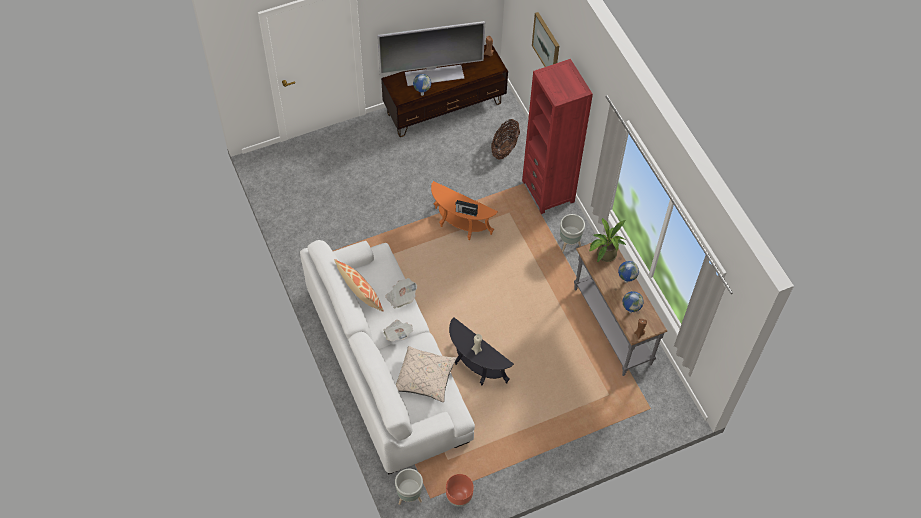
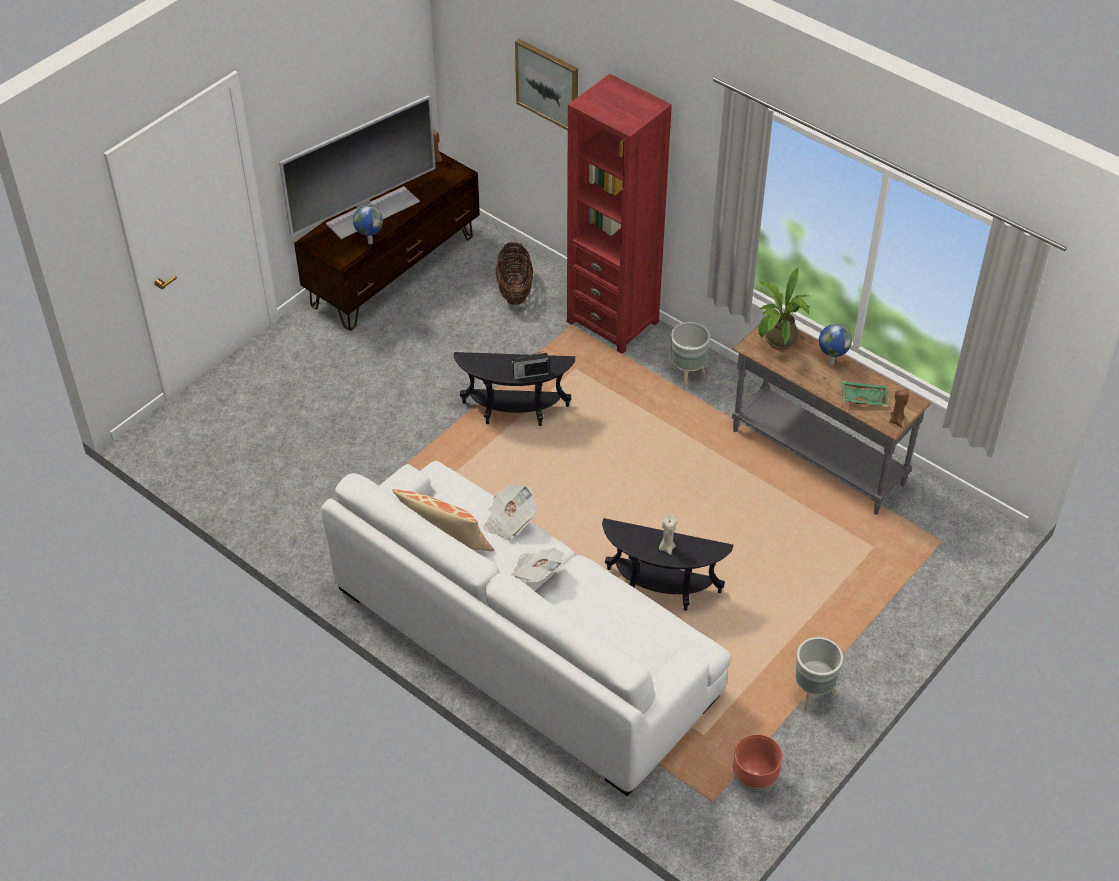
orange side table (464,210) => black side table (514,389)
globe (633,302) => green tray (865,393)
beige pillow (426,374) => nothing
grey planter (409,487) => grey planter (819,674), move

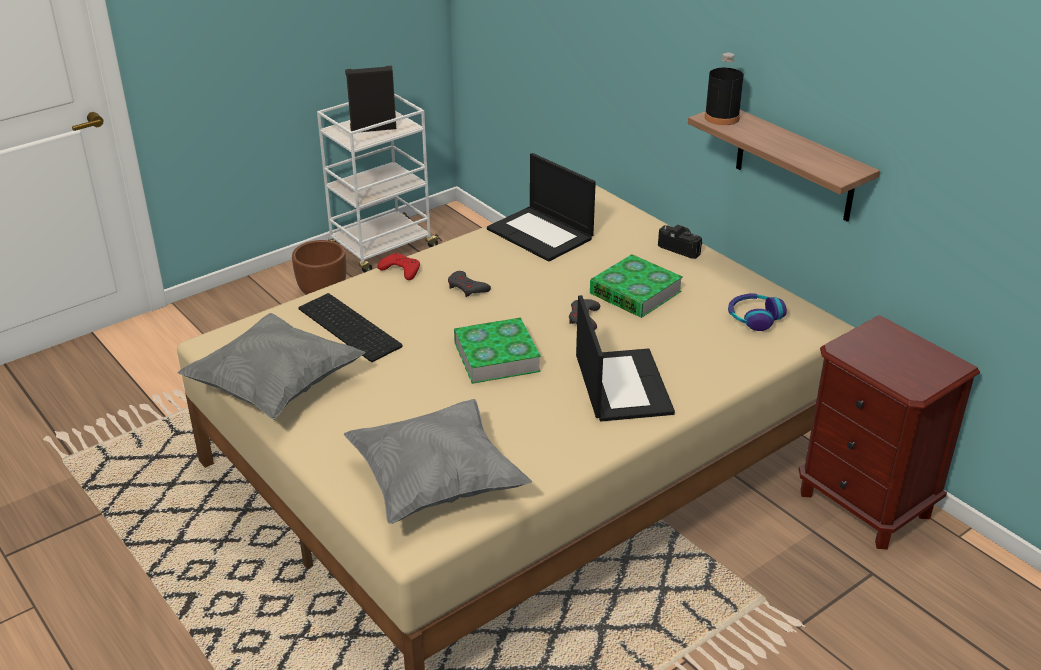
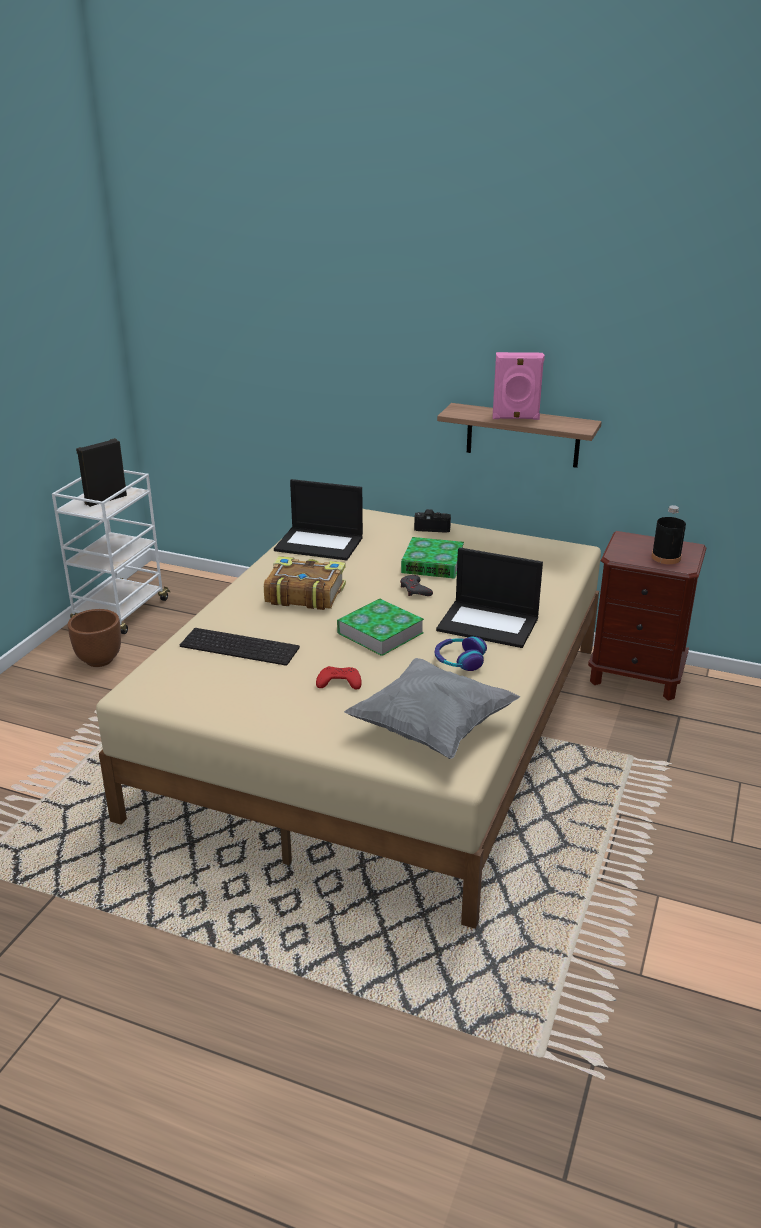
black bottle (724,88) => black bottle (668,534), move
red game controller (398,266) => red game controller (339,677), move
grey game controller (469,284) => book (305,583)
headphones (757,312) => headphones (461,653), move
laptop (625,358) => laptop (489,598), 150 degrees clockwise
grey pillow (271,366) => nothing
nothing => pink speaker (518,386)

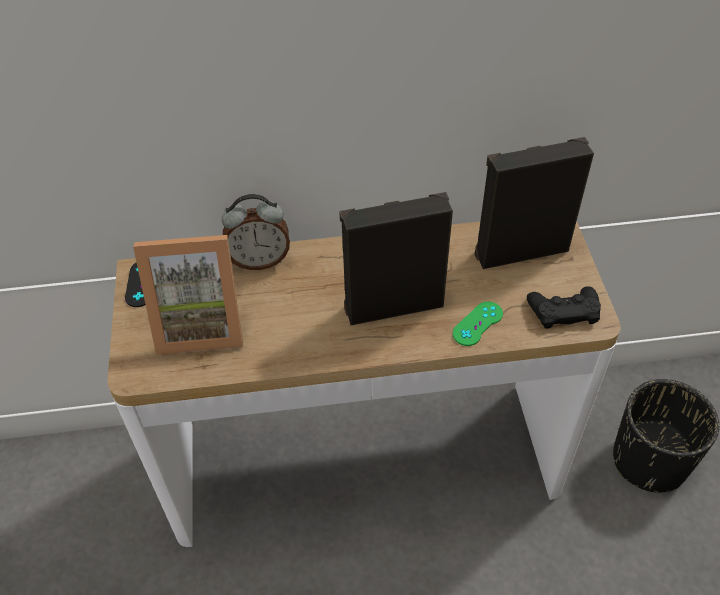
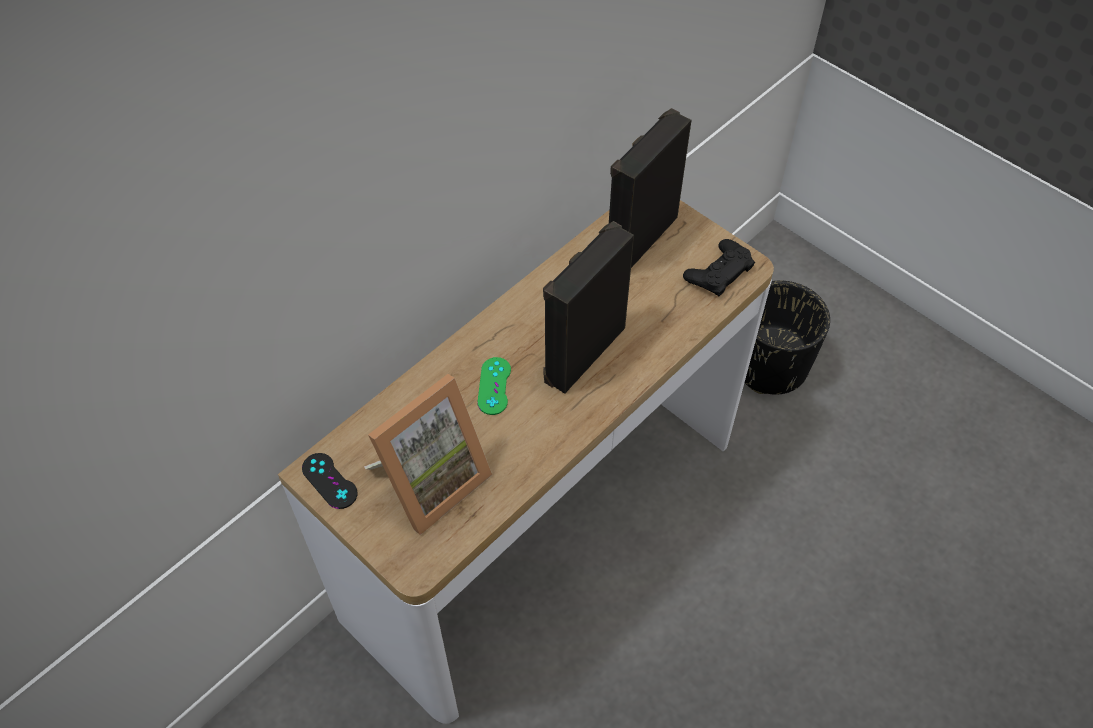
alarm clock (255,232) => nothing
green game controller (477,323) => green game controller (494,386), move

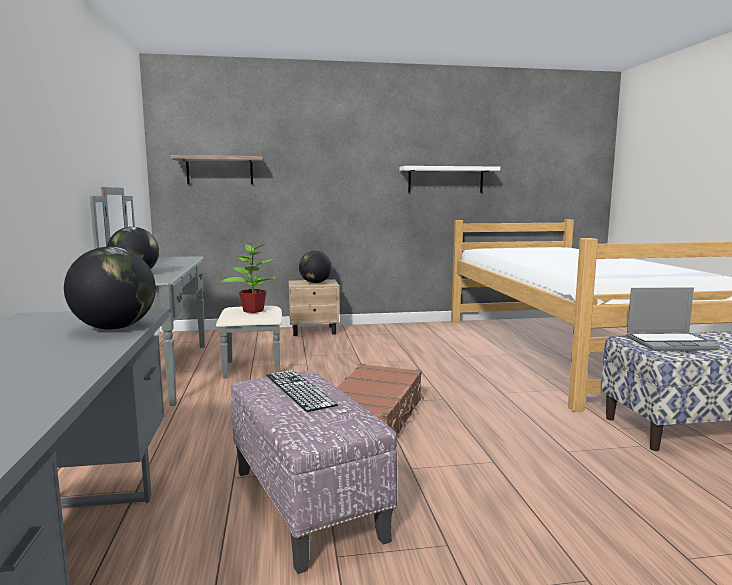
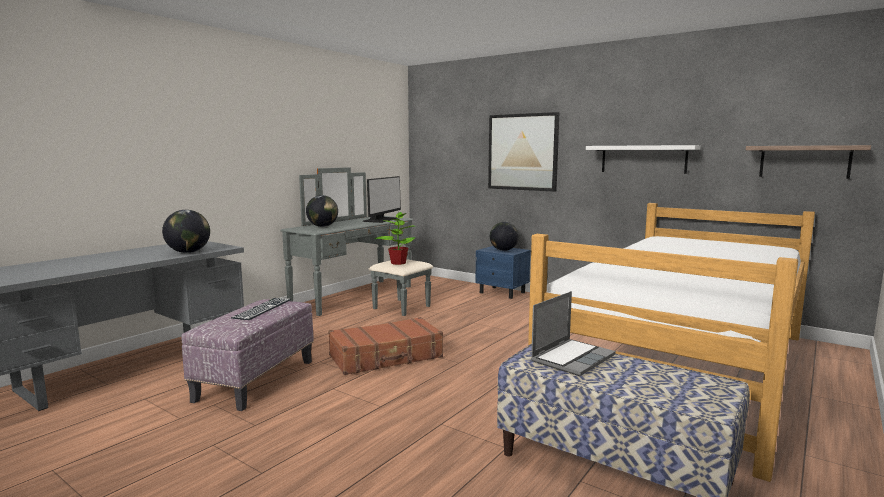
shelf (216,170) => shelf (808,162), move
beige nightstand (314,307) => blue nightstand (502,272)
laptop (673,319) => laptop (573,333), 90 degrees counterclockwise
nothing => picture (524,152)
nothing => monitor (382,199)

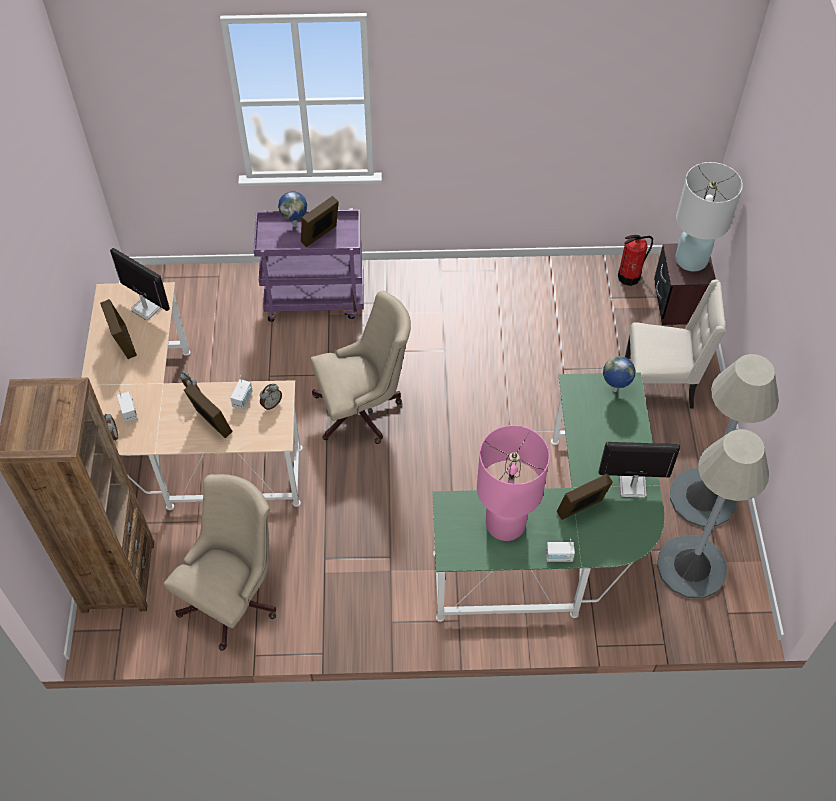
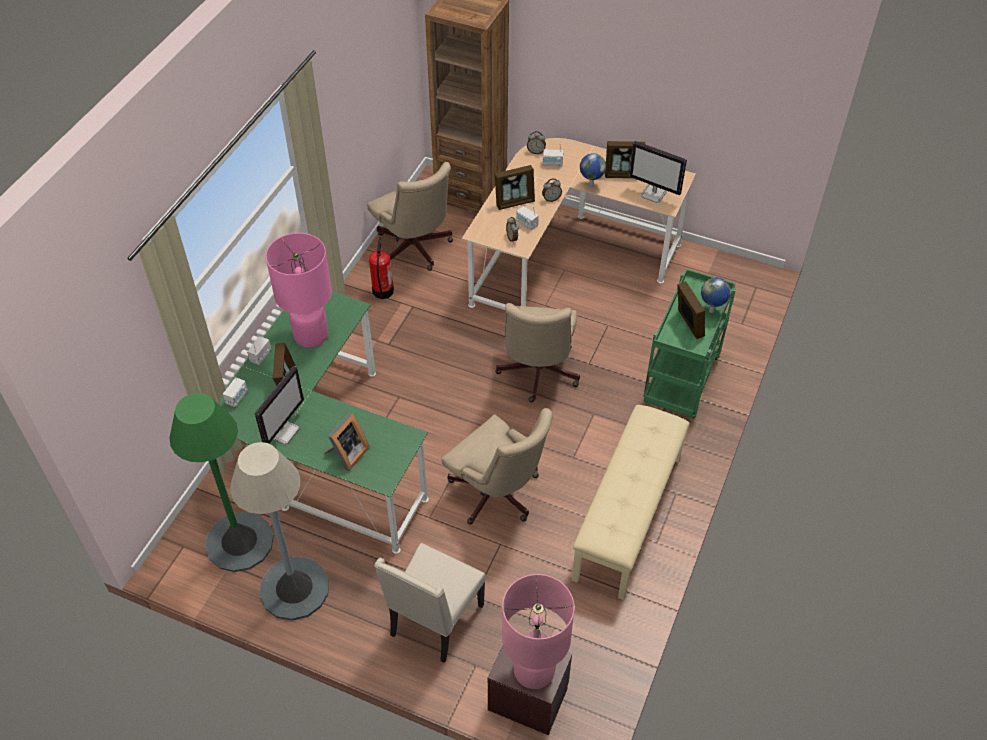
white table lamp (709,216) => pink table lamp (538,631)
purple cart (308,265) => green cart (689,344)
fire extinguisher (635,260) => fire extinguisher (381,268), move
monitor (140,284) => monitor (658,172), 60 degrees clockwise
globe (619,374) => globe (593,170), move
grey floor lamp (713,514) => green floor lamp (222,482)
nothing => radio (235,390)
nothing => beige bench (631,502)
nothing => beige office chair (497,466)
nothing => picture frame (346,442)

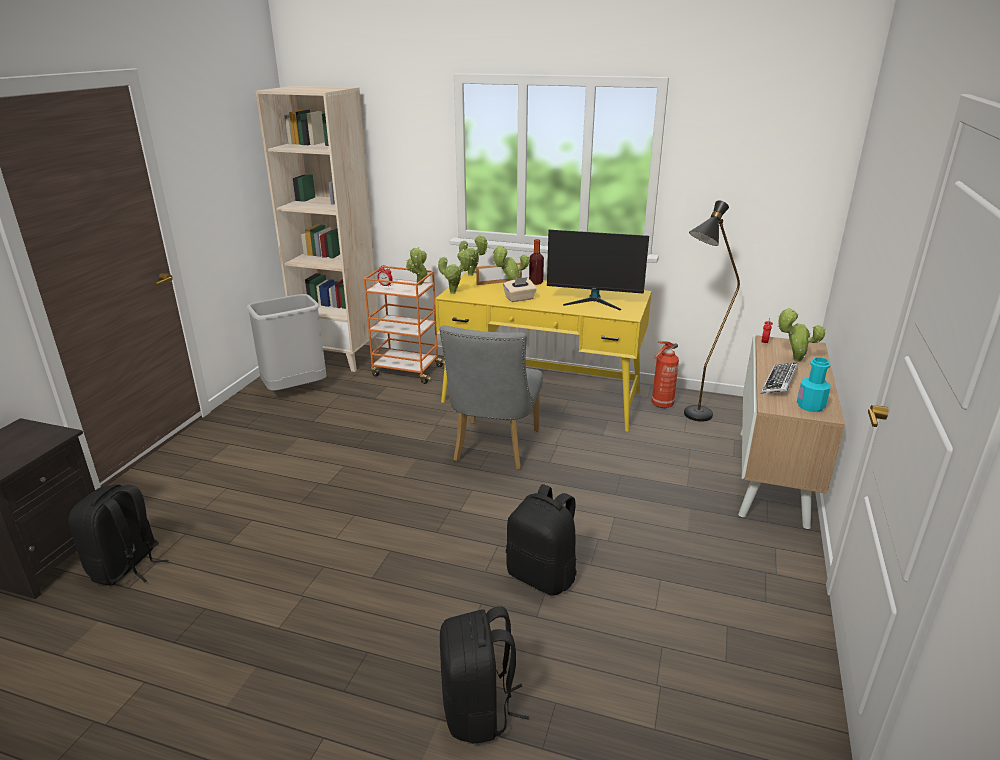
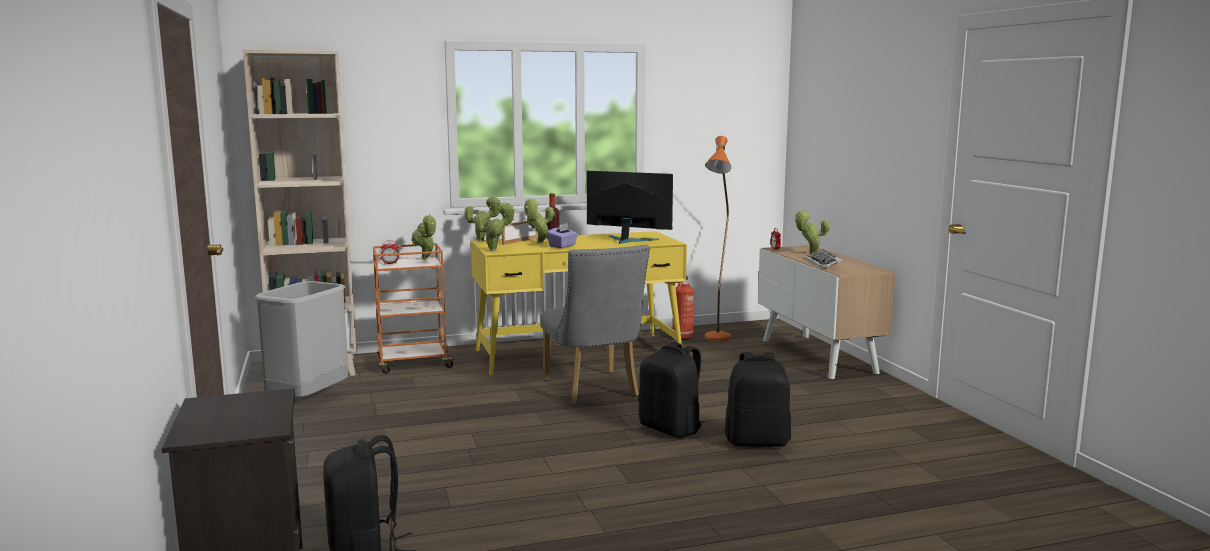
black floor lamp (712,311) => orange floor lamp (718,238)
monitor (598,270) => monitor (630,207), 135 degrees counterclockwise
beige tissue box (520,289) => purple tissue box (562,235)
turquoise bottle (814,384) => nothing
black backpack (484,675) => black backpack (671,390), move

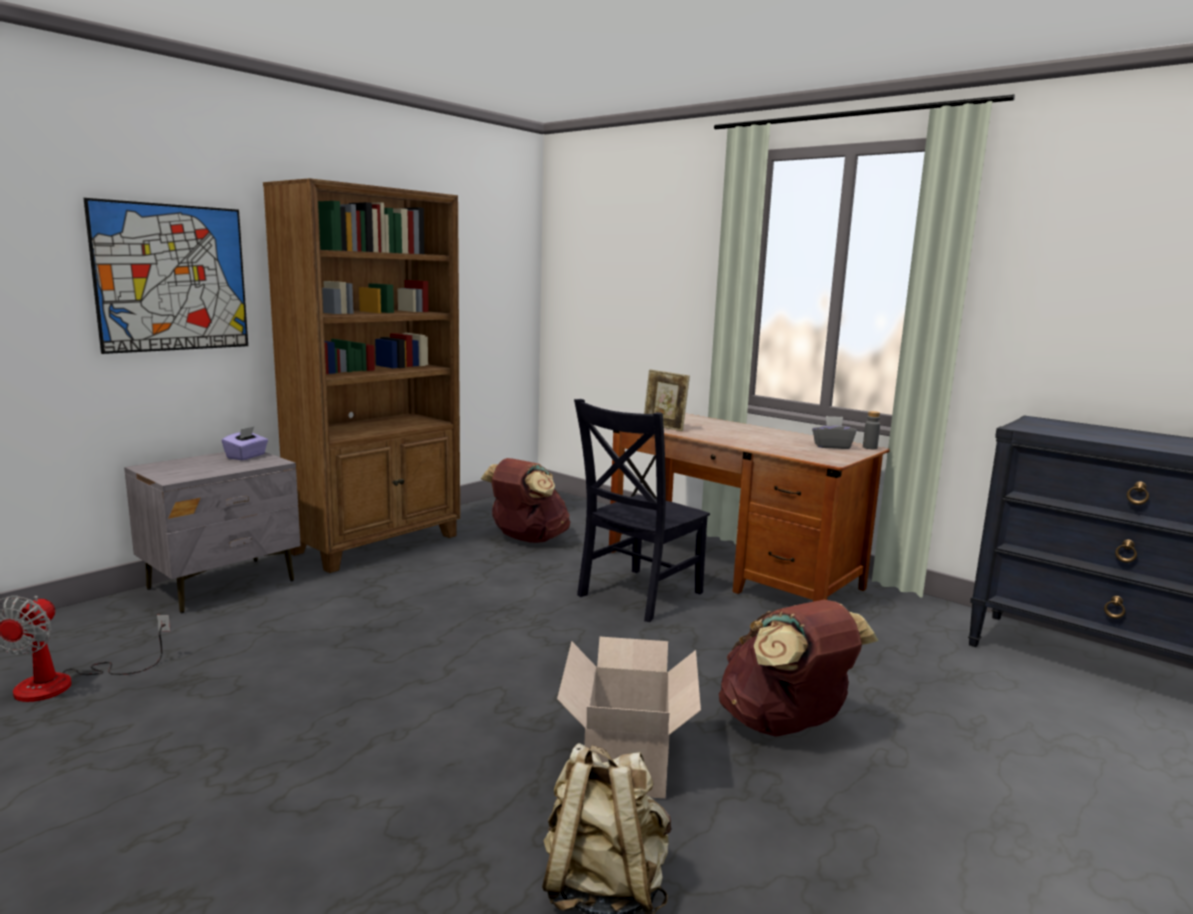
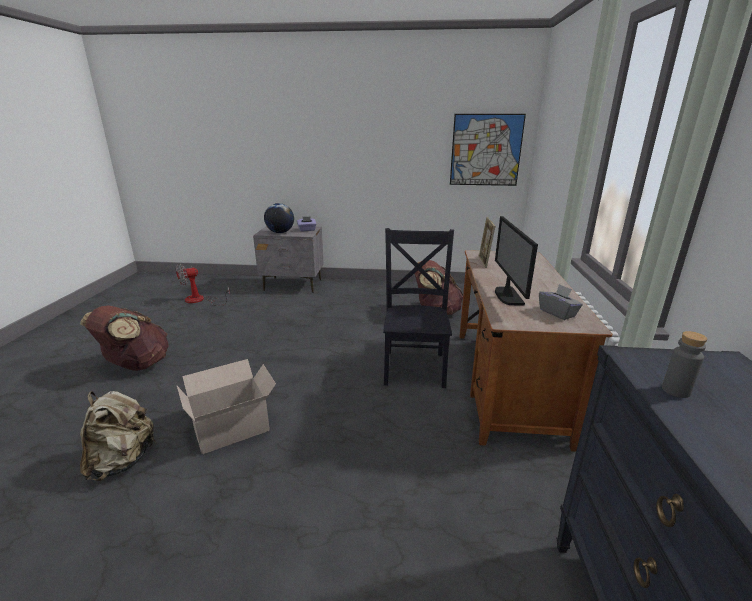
brown bookcase (361,375) => nothing
picture (166,276) => picture (488,150), move
black chair (642,510) => black chair (418,308), 90 degrees clockwise
grey bottle (871,430) => grey bottle (685,364), move
brown backpack (799,668) => brown backpack (124,338), move
nothing => globe (279,218)
nothing => monitor (516,260)

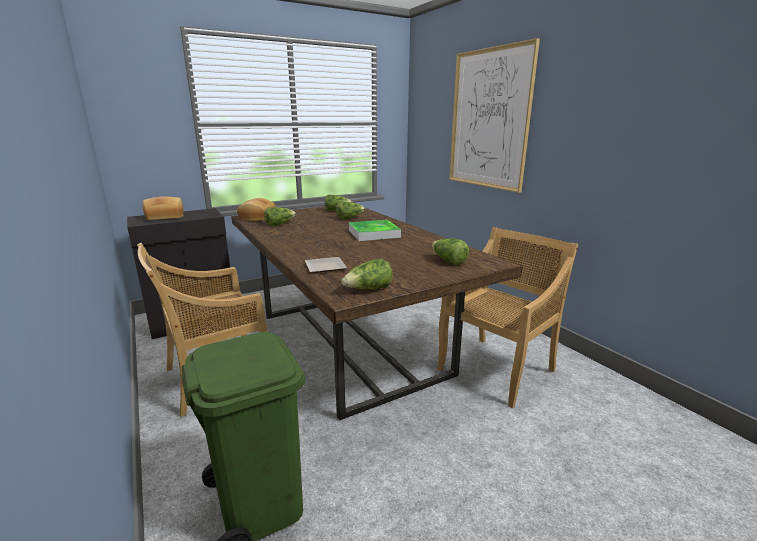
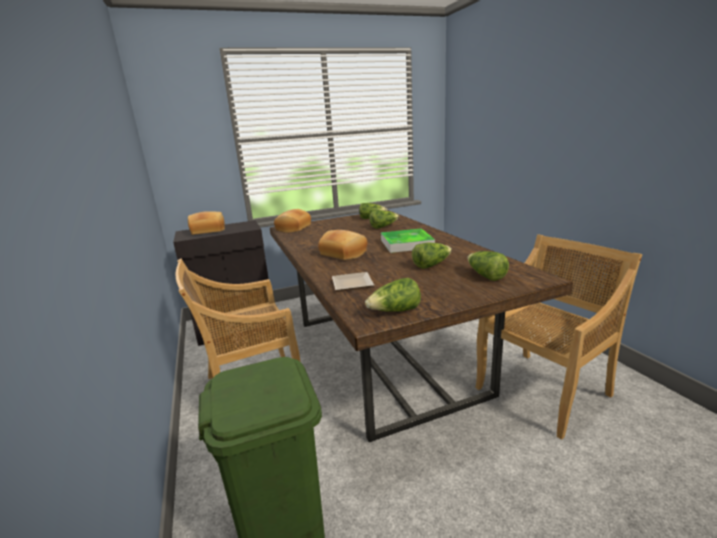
picture (494,115) => nothing
lettuce (280,216) => lettuce (432,256), move
nothing => bread (342,245)

